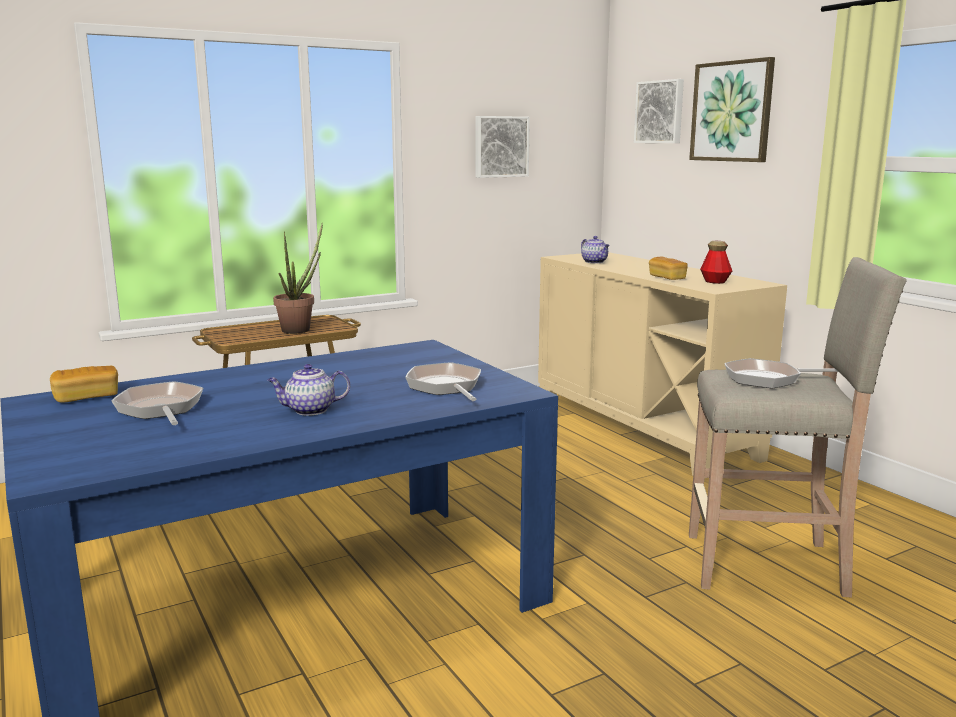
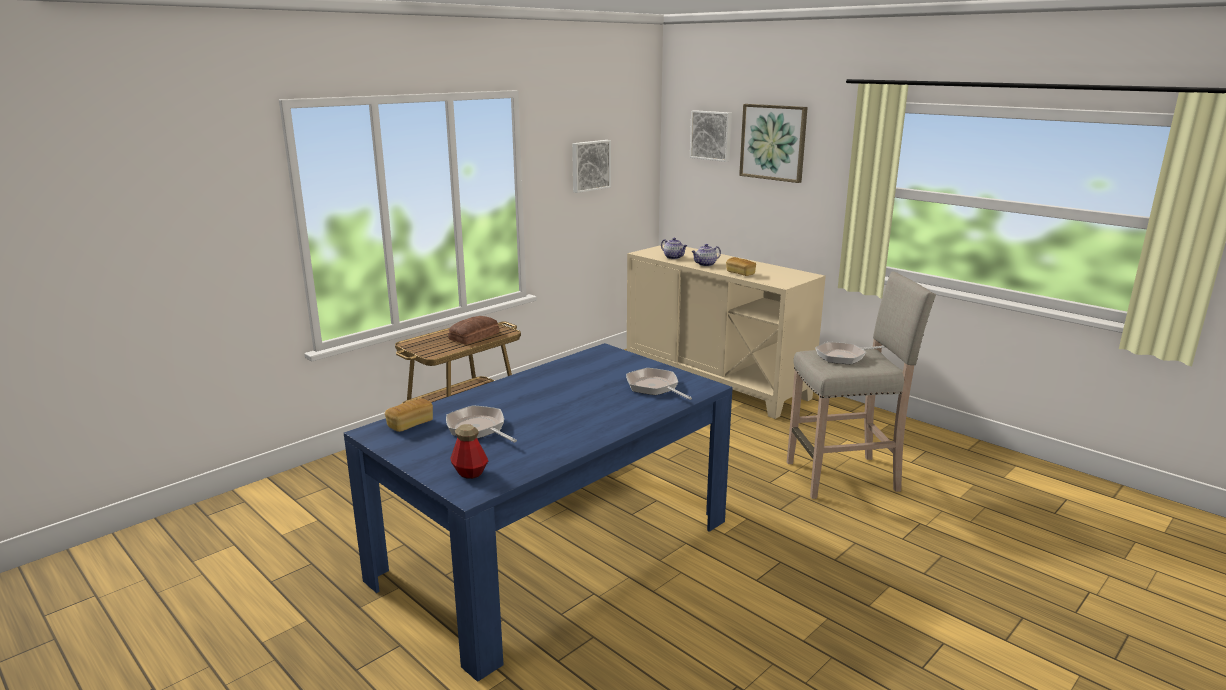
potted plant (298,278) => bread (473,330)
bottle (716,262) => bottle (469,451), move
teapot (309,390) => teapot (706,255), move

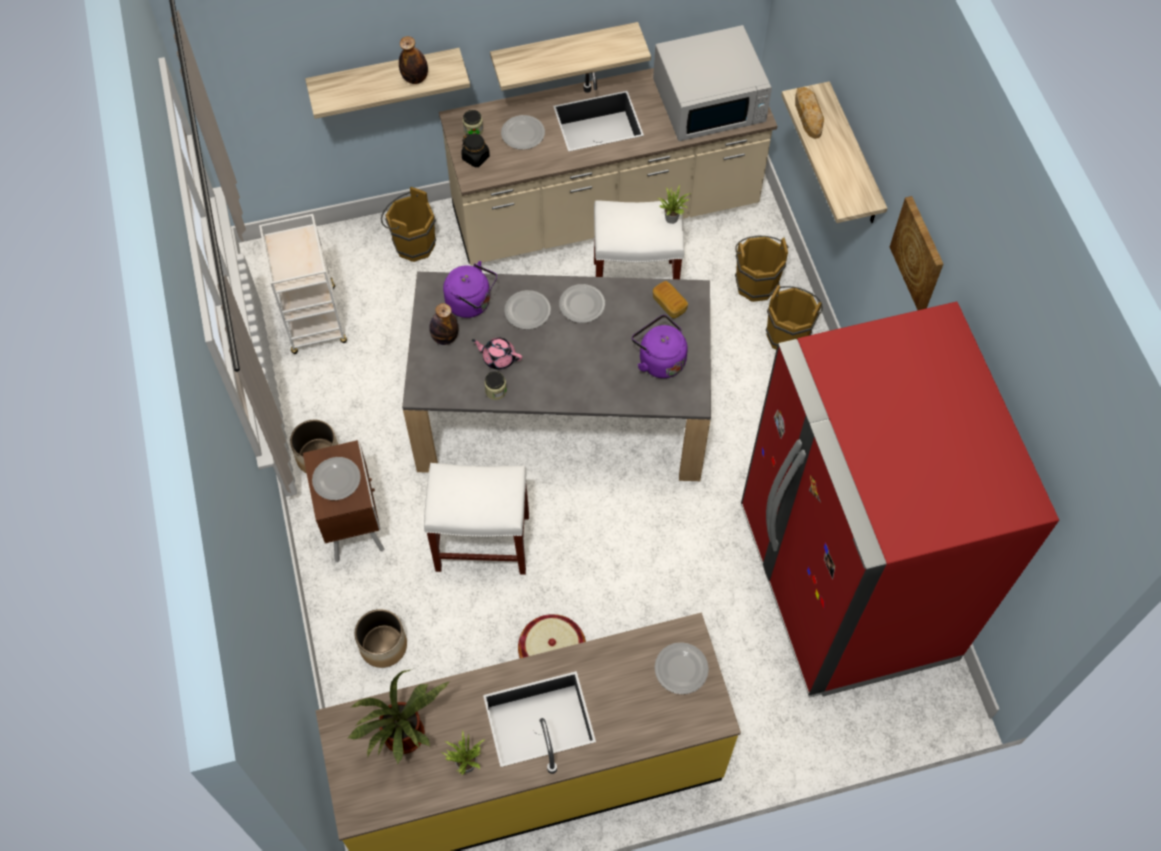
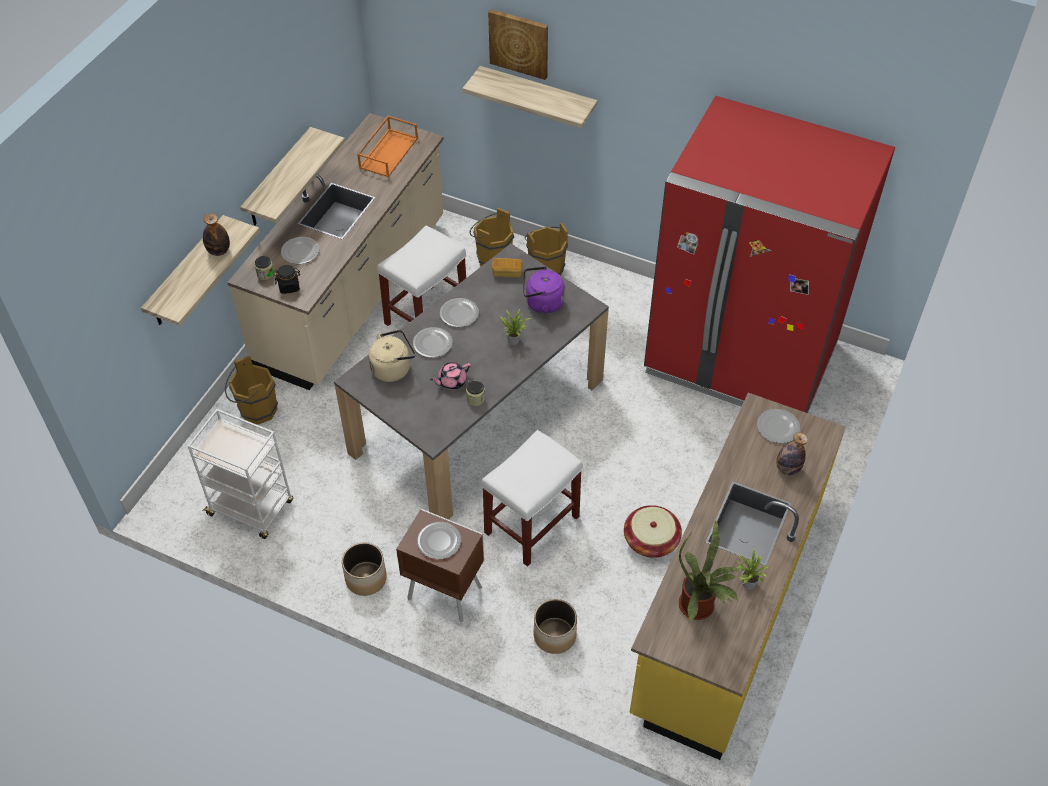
white microwave (712,83) => orange tray (387,146)
bread (809,113) => nothing
potted plant (674,204) => potted plant (515,327), move
picture (916,253) => picture (518,44), move
purple kettle (470,289) => beige kettle (392,356)
bottle (443,324) => bottle (792,453), move

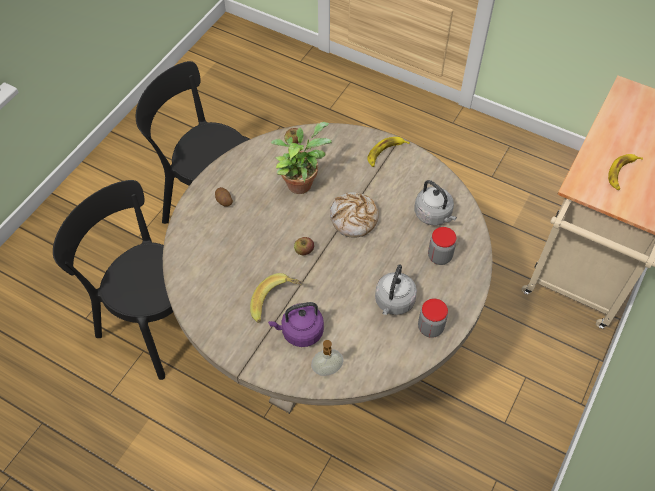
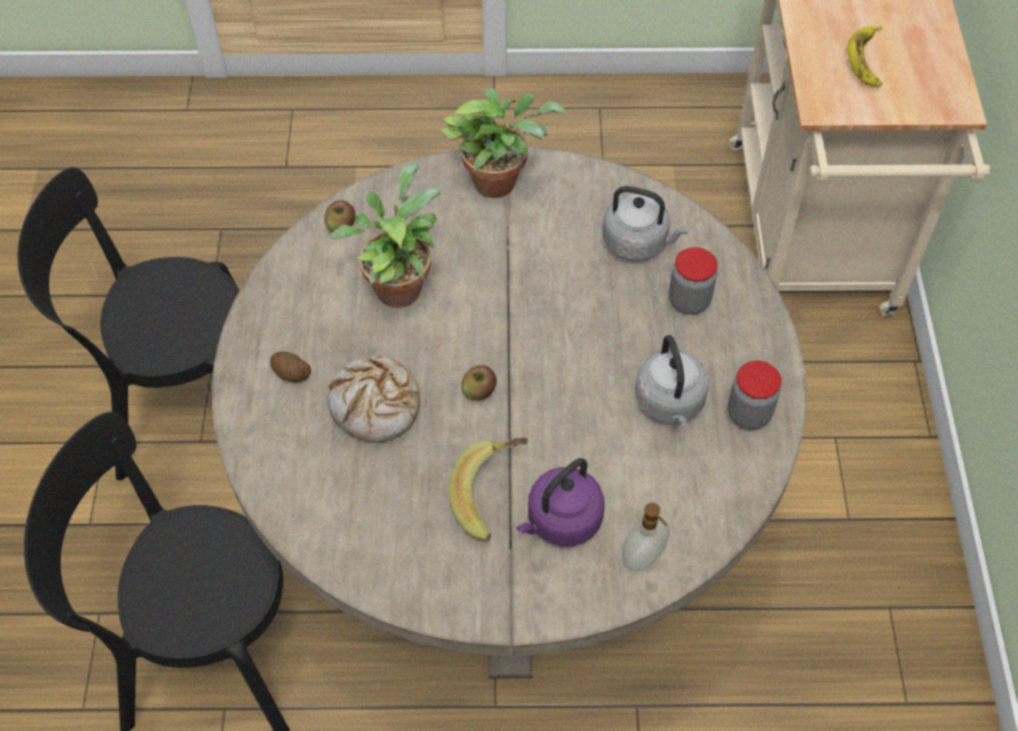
banana (388,152) => potted plant (503,143)
bread (354,214) => bread (374,399), move

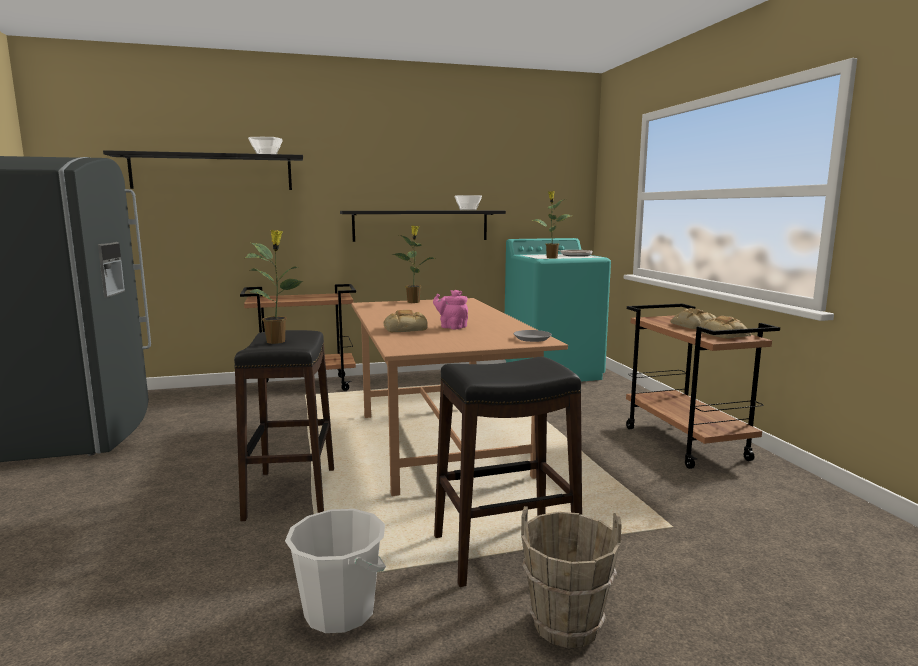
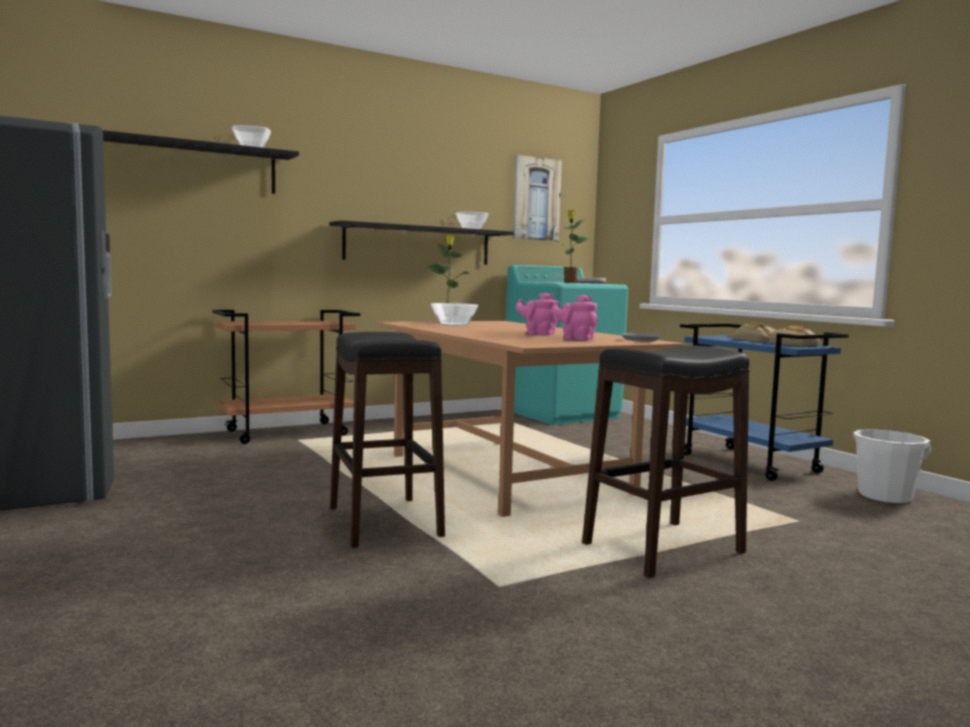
potted plant (274,287) => nothing
brown cart (703,386) => blue cart (764,402)
bread (405,321) => nothing
brown bucket (571,577) => nothing
white bucket (335,571) => white bucket (892,466), move
nothing => picture (537,198)
nothing => pink teapot (575,317)
nothing => bowl (454,314)

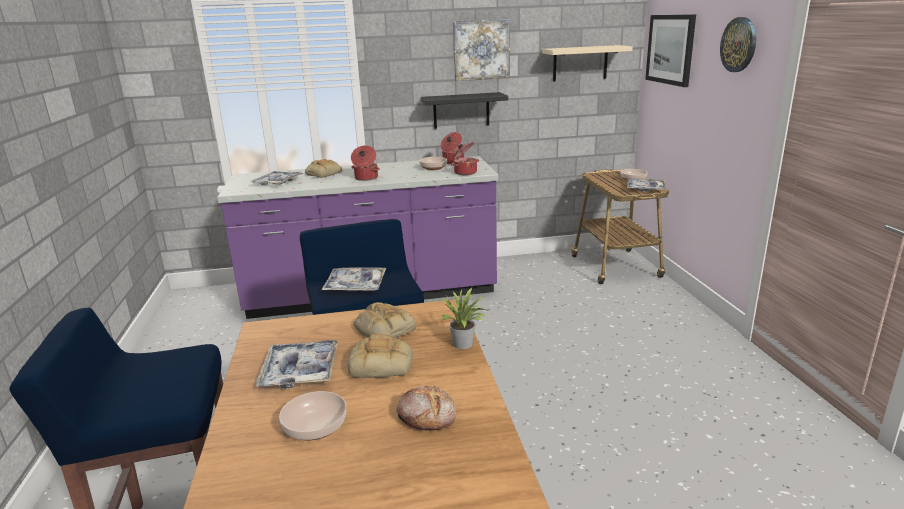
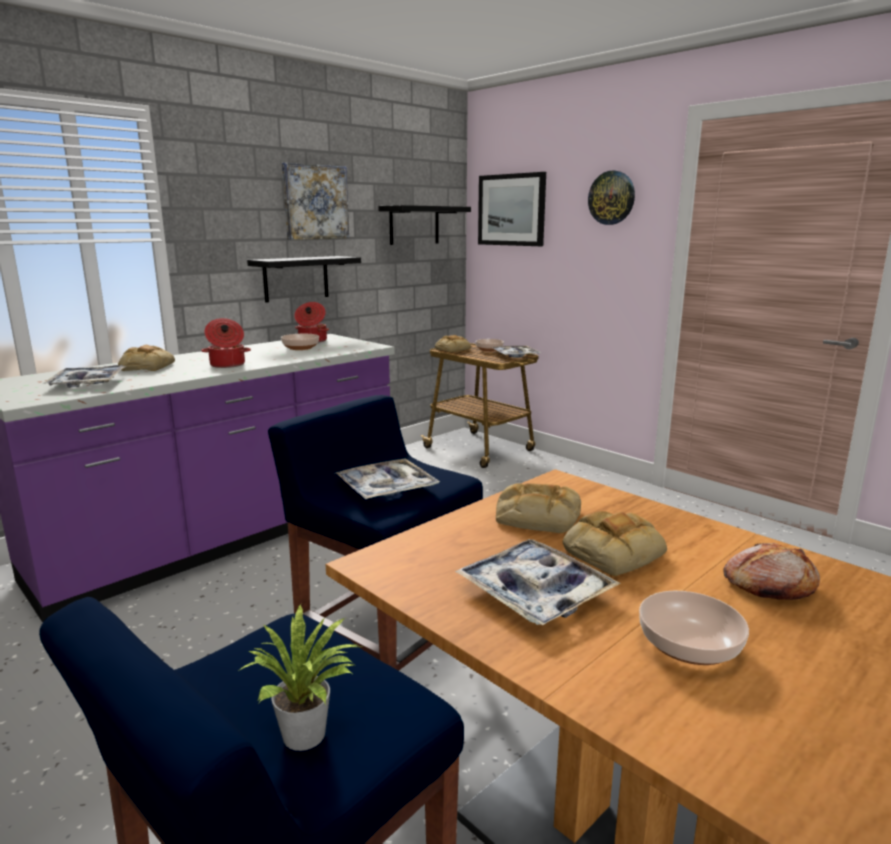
beige shelf (587,63) => black shelf (424,225)
cooking pot (465,158) => nothing
potted plant (461,318) => potted plant (299,677), move
nothing => bread (453,343)

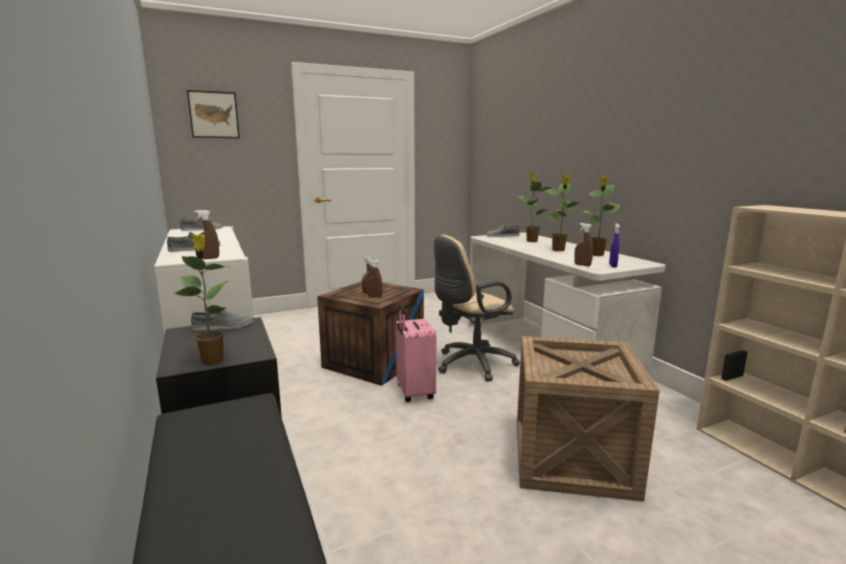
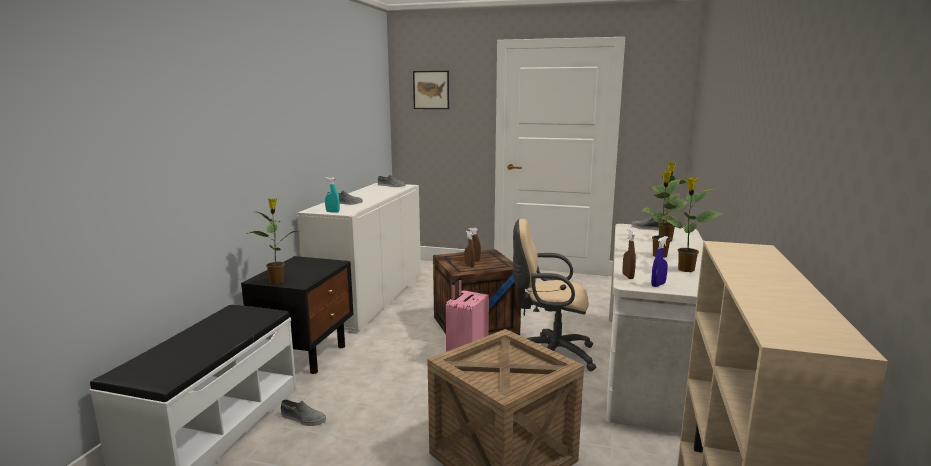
brown spray bottle (206,234) => turquoise spray bottle (332,195)
grey shoe (222,320) => grey shoe (303,412), move

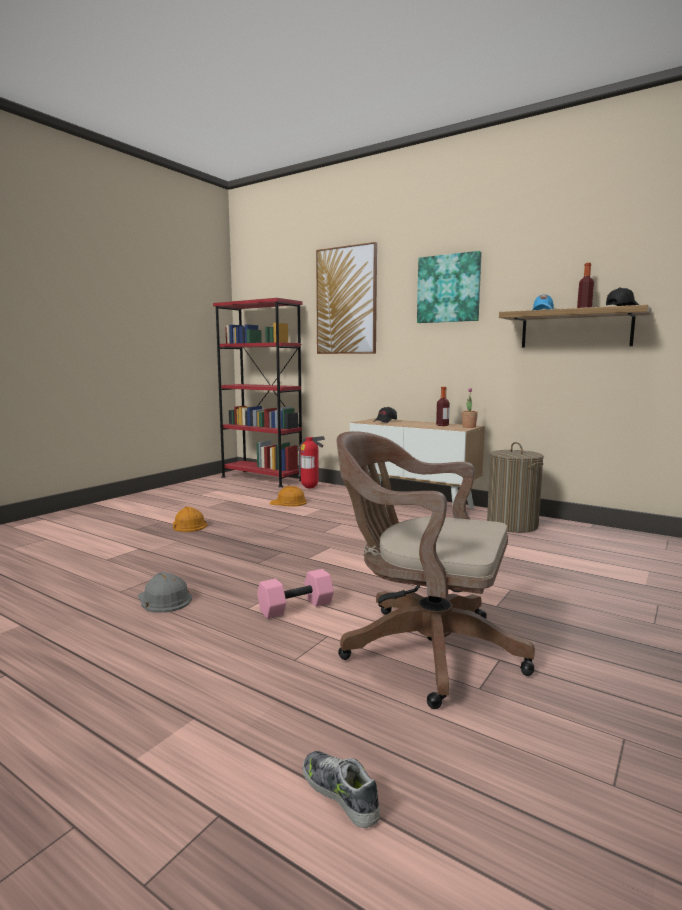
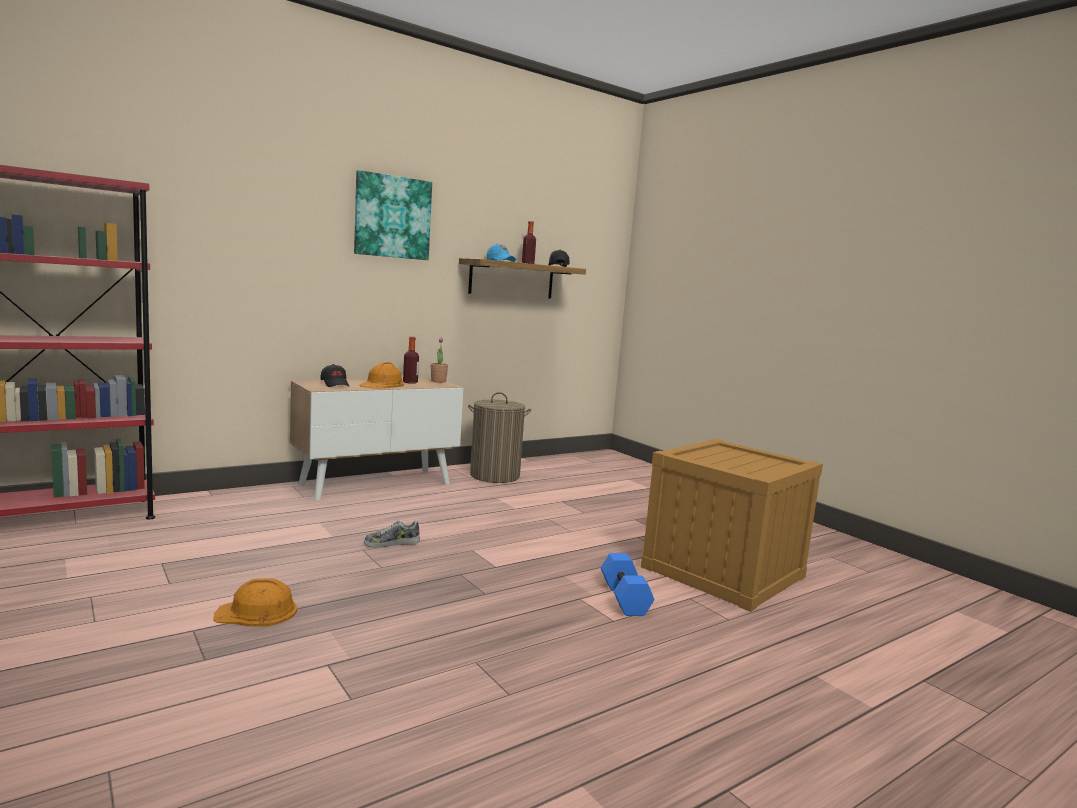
picture (346,298) => nothing
brown office chair (436,570) => crate (732,525)
fire extinguisher (311,462) => nothing
orange hard hat (288,496) => orange hard hat (381,375), move
pink dumbbell (295,594) => blue dumbbell (627,584)
grey hard hat (164,592) => nothing
shoe (341,789) => shoe (392,534), move

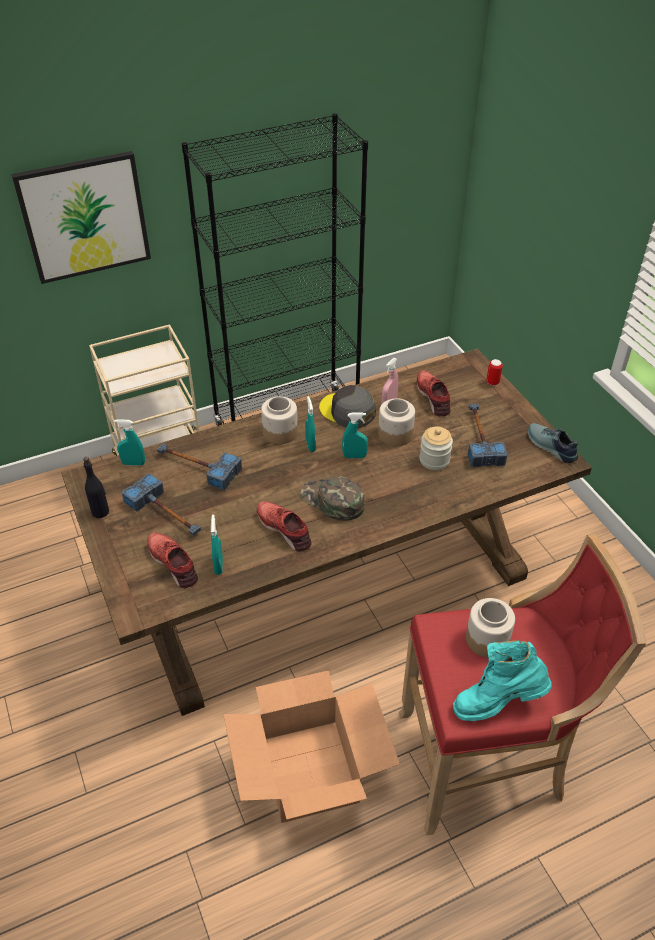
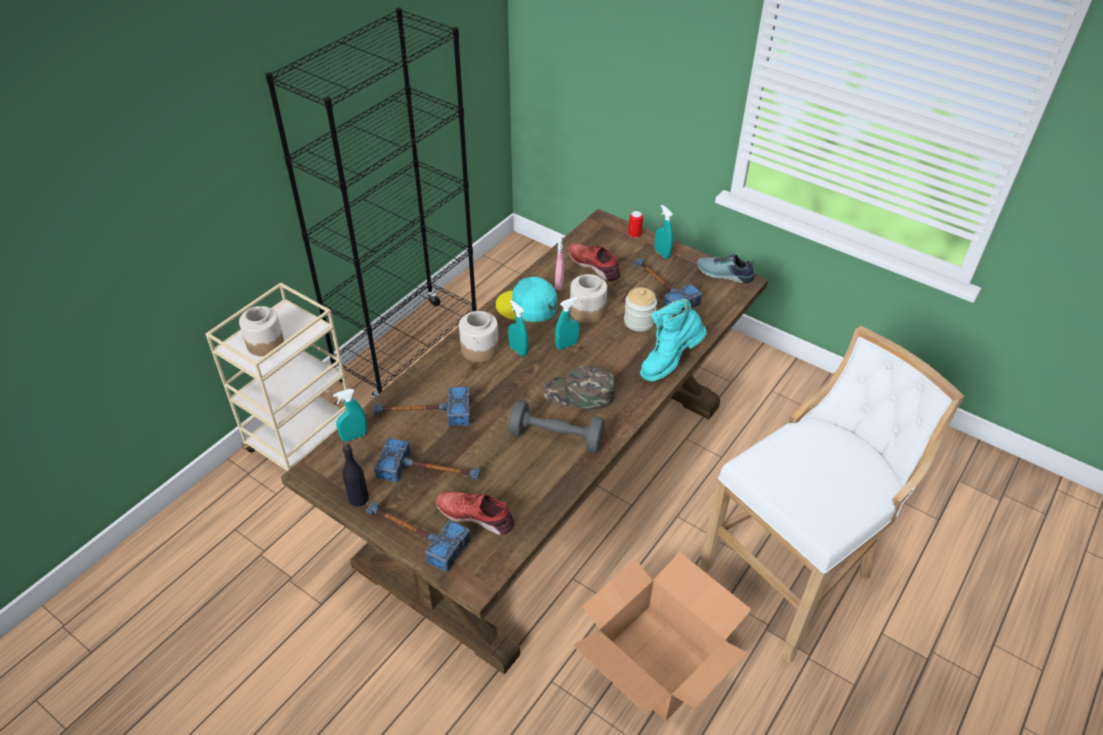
picture (81,217) => nothing
grey cap (347,407) => turquoise cap (526,299)
red shoe (284,526) => grey dumbbell (557,426)
turquoise spray bottle (217,545) => turquoise spray bottle (663,232), move
red stool (522,685) => white stool (831,495)
jar (490,628) => jar (261,331), move
turquoise boot (502,681) => turquoise boot (673,339), move
nothing => hammer (418,537)

